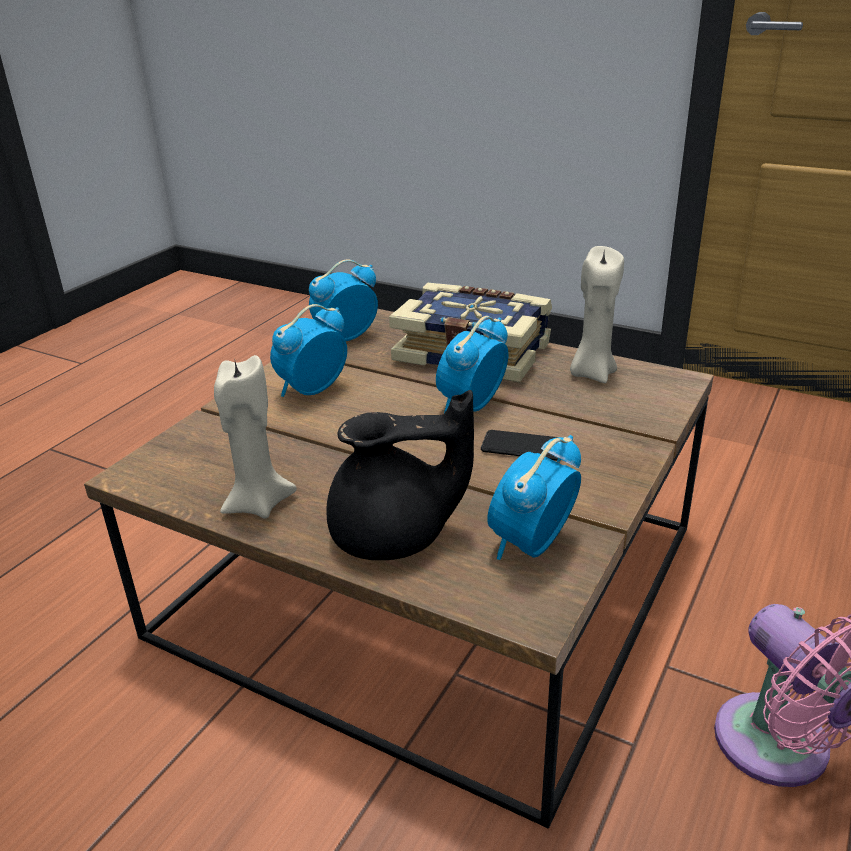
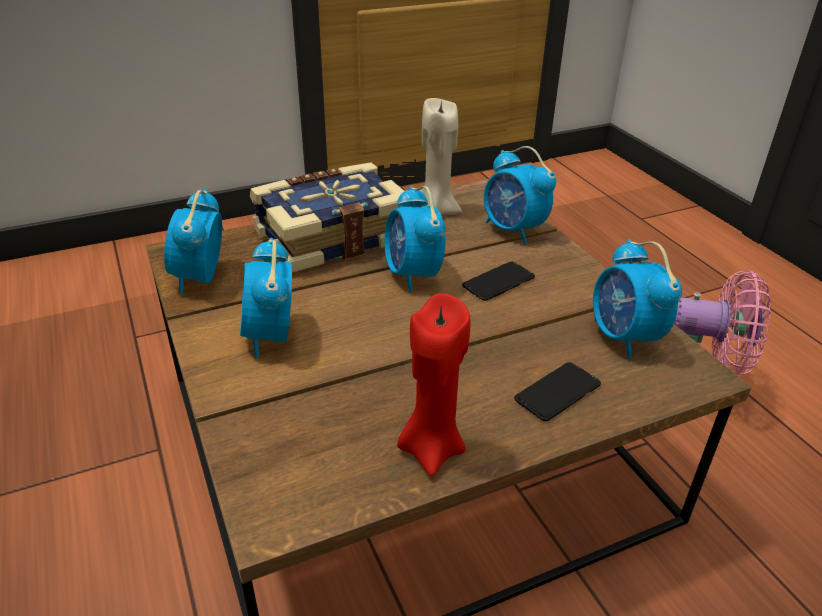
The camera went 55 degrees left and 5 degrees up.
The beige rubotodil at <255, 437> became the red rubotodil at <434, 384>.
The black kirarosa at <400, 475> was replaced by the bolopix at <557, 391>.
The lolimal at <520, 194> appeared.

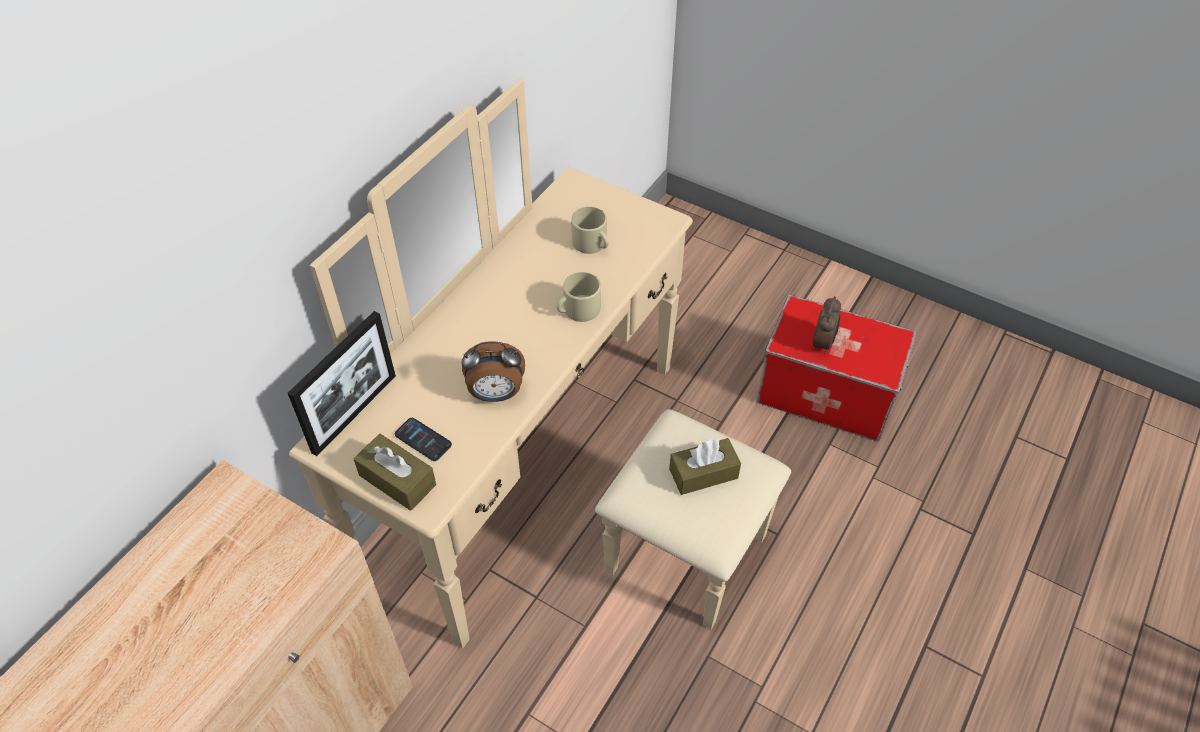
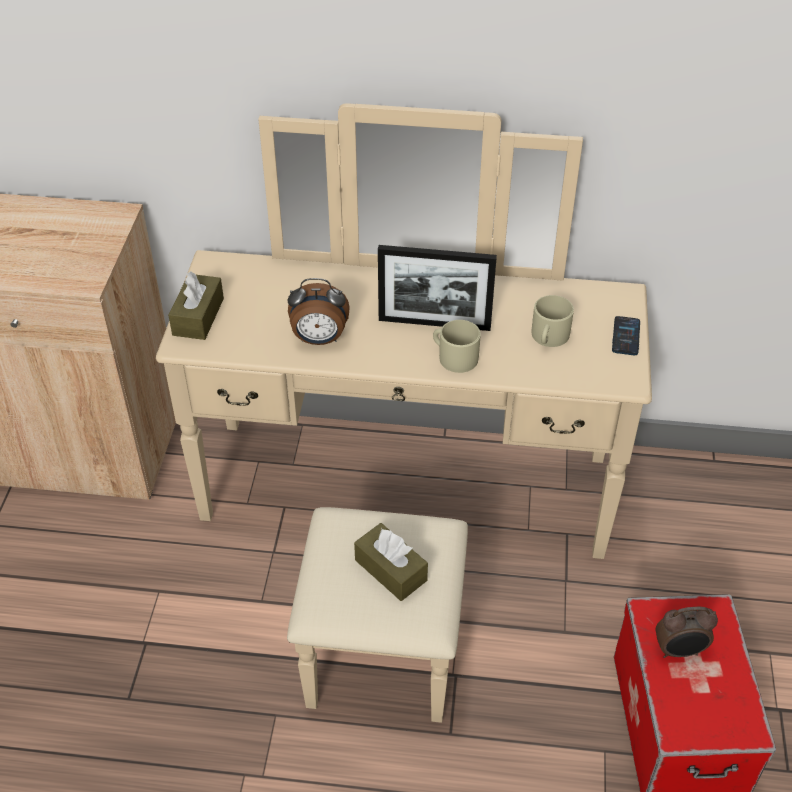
The camera went 65 degrees right and 5 degrees down.
The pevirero moved from <342, 383> to <437, 288>.
The lolimal at <493, 371> turned 60 degrees counterclockwise.
The bolopix moved from <423, 439> to <626, 335>.

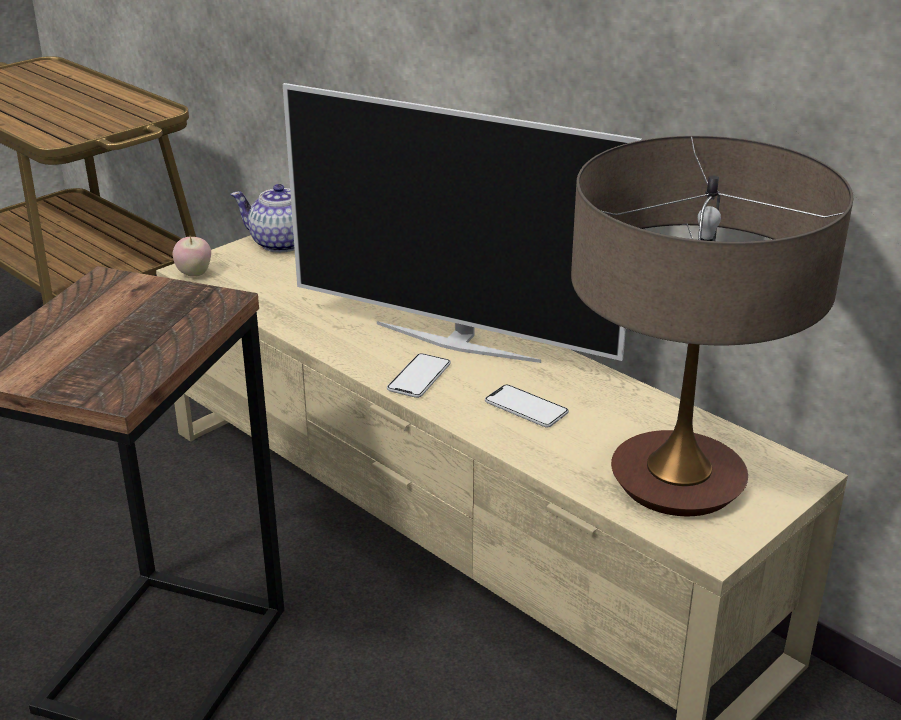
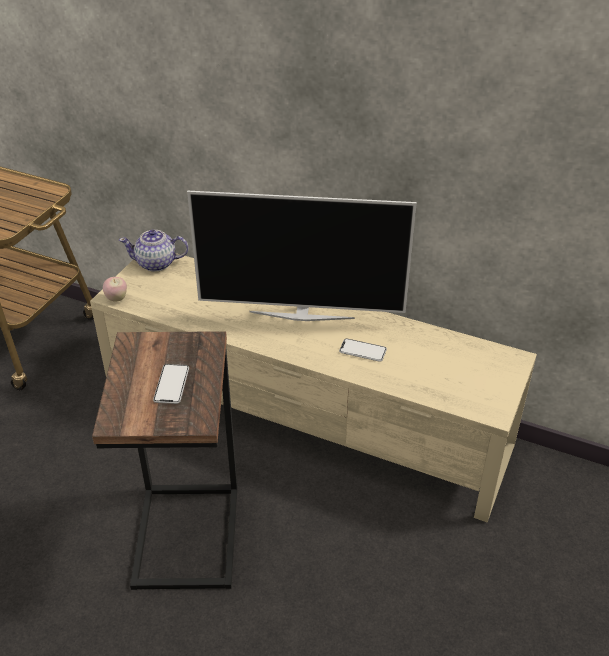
The camera went 20 degrees left and 10 degrees up.
The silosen at <712, 326> disappeared.
The bolopix moved from <419, 375> to <171, 384>.

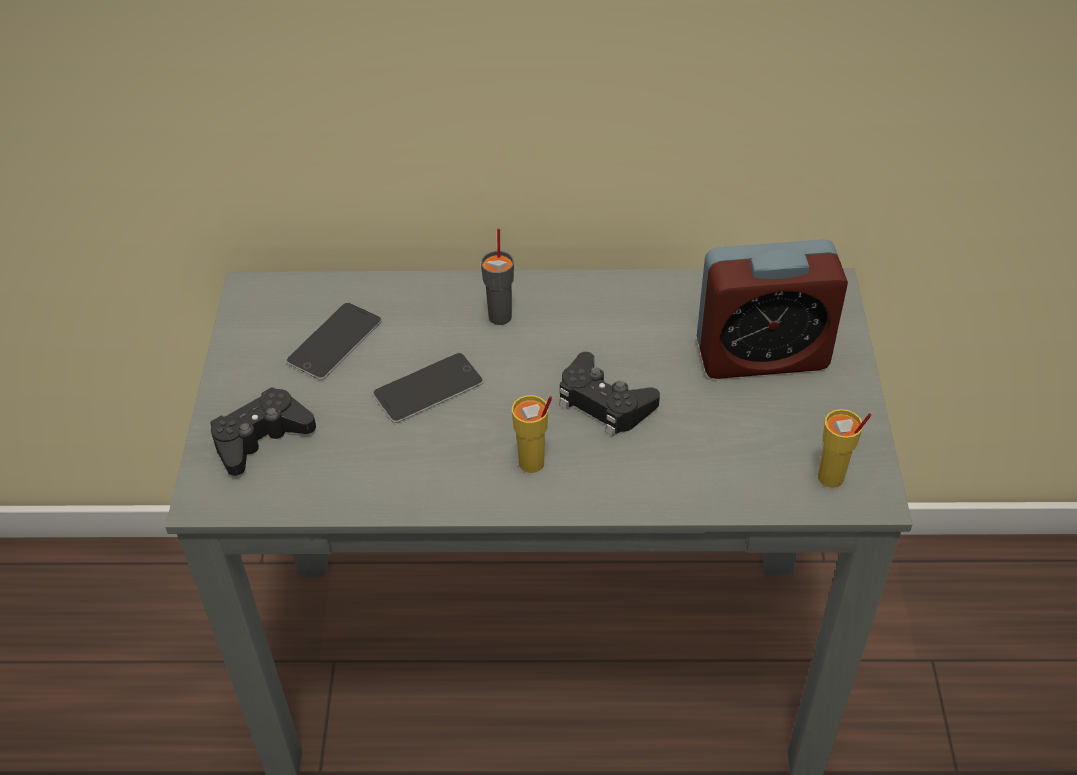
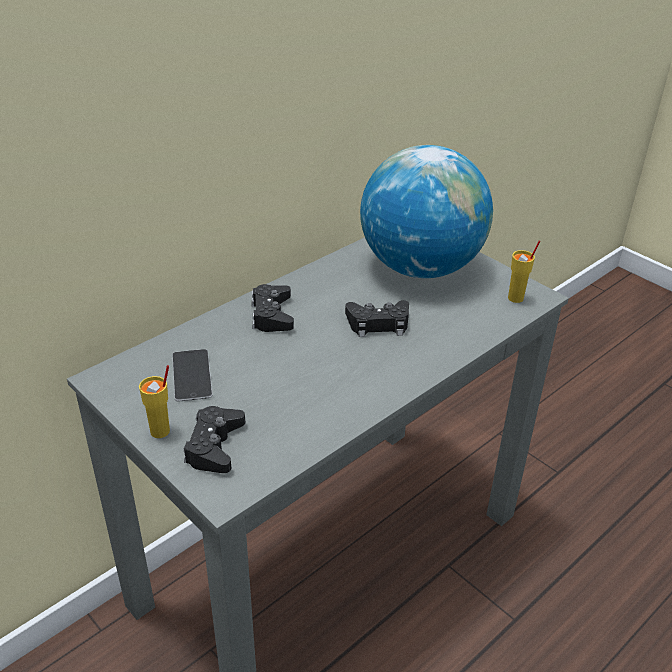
The camera went 45 degrees left and 10 degrees down.
The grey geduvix at <497, 277> was replaced by the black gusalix at <273, 308>.
The lolimal at <772, 309> was replaced by the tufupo at <426, 211>.
The bolopix at <428, 388> disappeared.
The yellow geduvix moved from <532, 434> to <154, 401>.

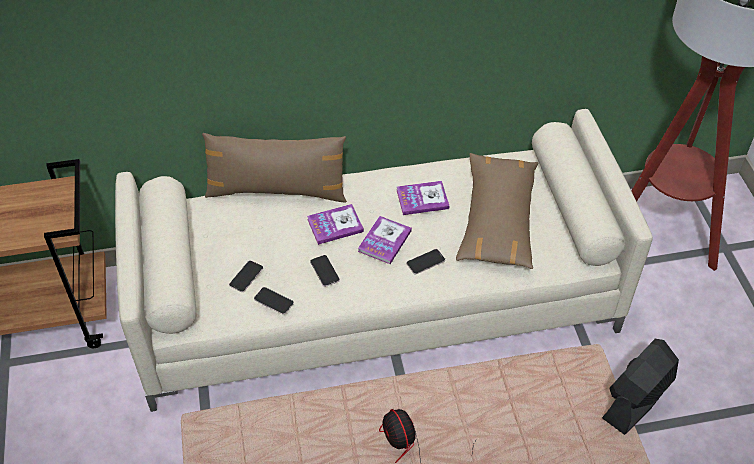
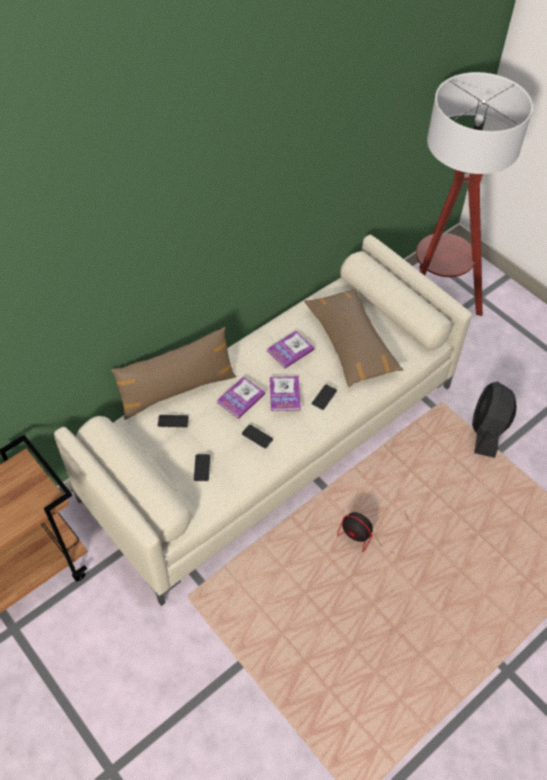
The camera went 30 degrees left and 5 degrees up.
The bolopix moved from <274, 301> to <173, 421>.

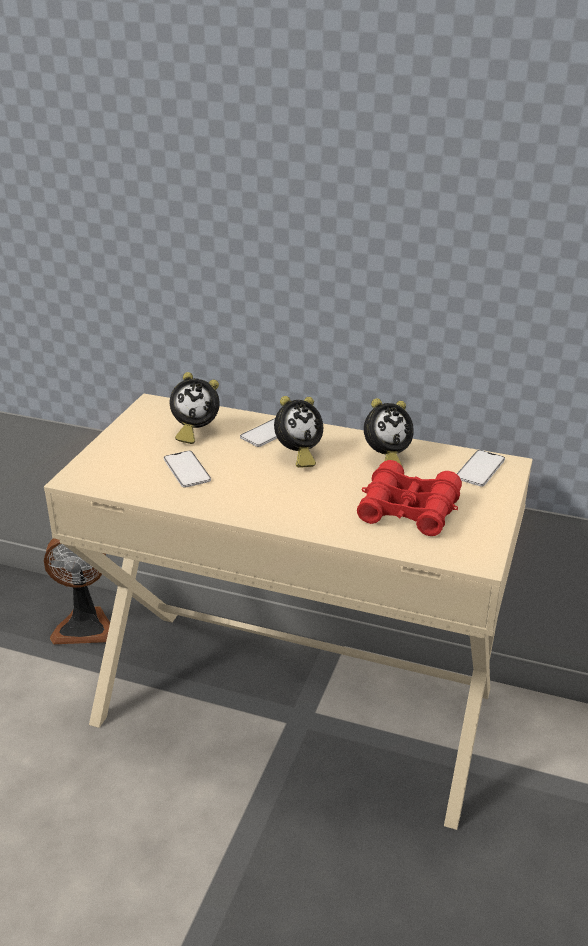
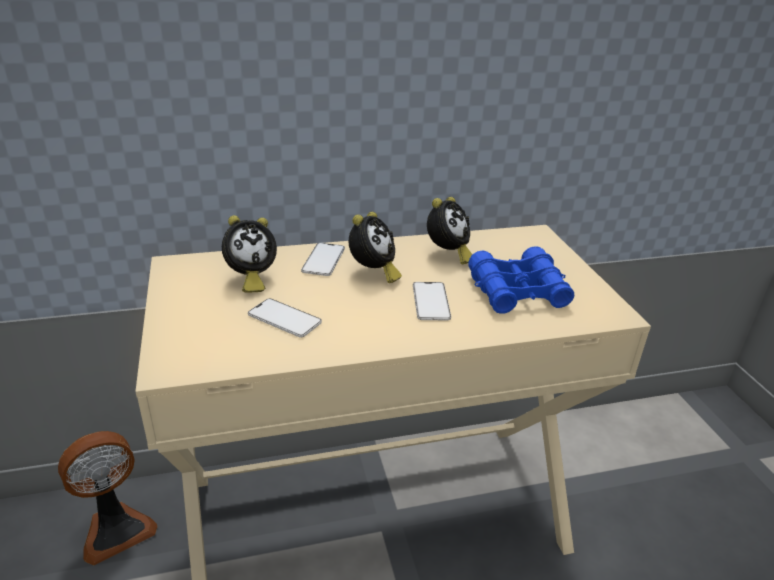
The camera went 35 degrees left and 0 degrees up.
The bolopix moved from <481, 468> to <432, 301>.
The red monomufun at <409, 498> became the blue monomufun at <521, 280>.

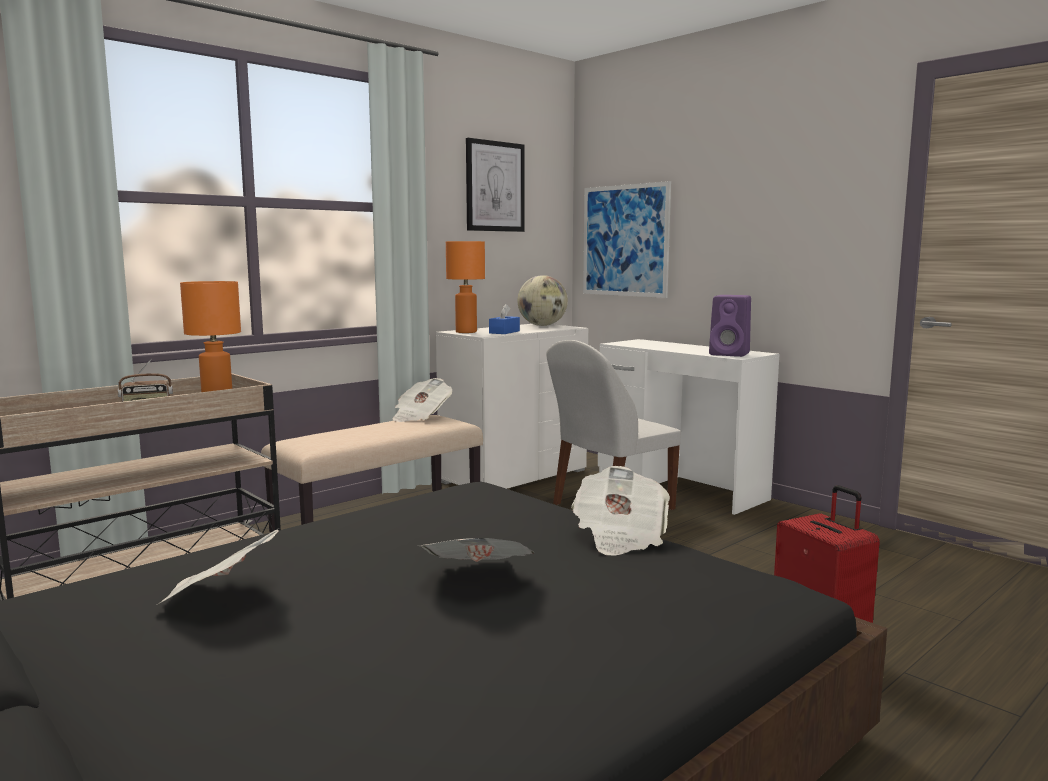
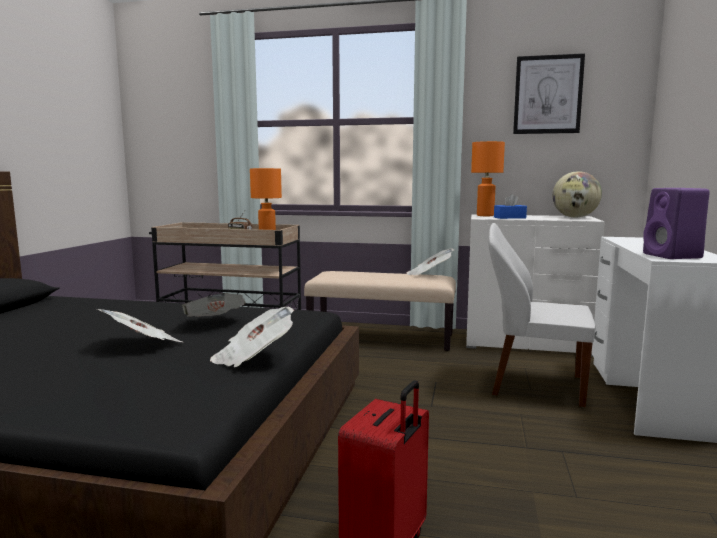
The camera went 55 degrees right and 0 degrees up.
The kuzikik at <627, 239> disappeared.
The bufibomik moved from <218, 566> to <213, 305>.

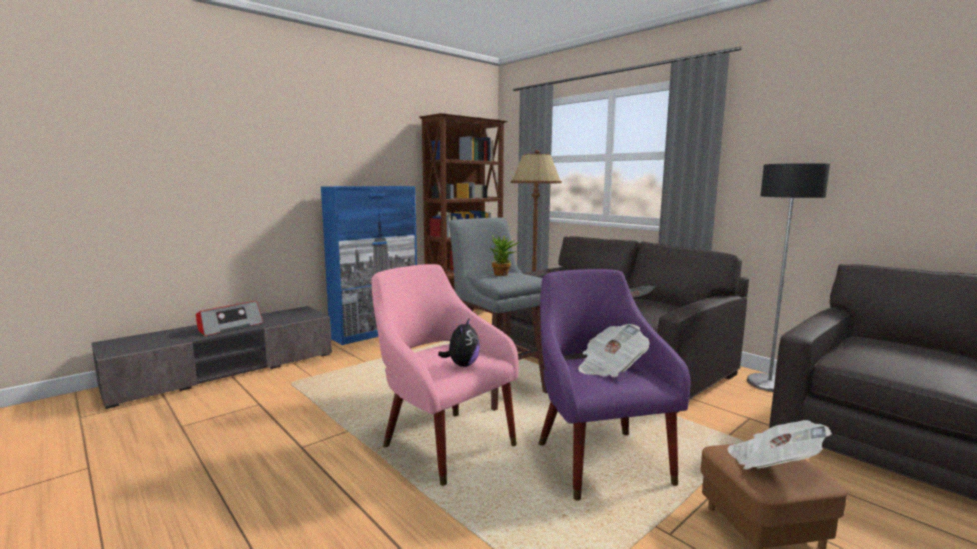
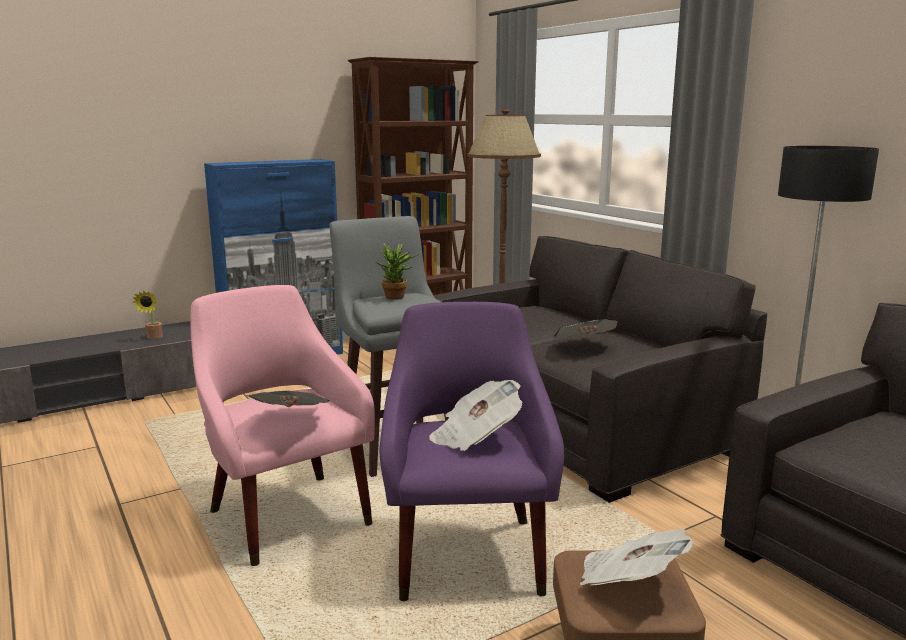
The camera went 10 degrees right and 5 degrees up.
The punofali at <230, 318> disappeared.
The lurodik at <459, 343> was replaced by the bufibomik at <287, 399>.
The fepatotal at <147, 315> appeared.

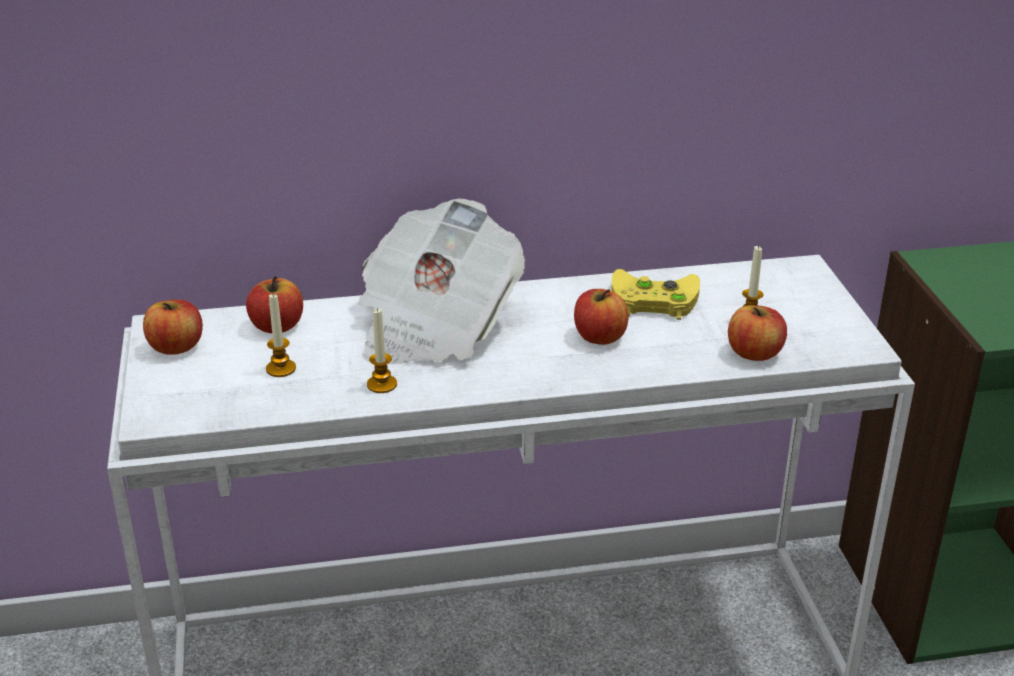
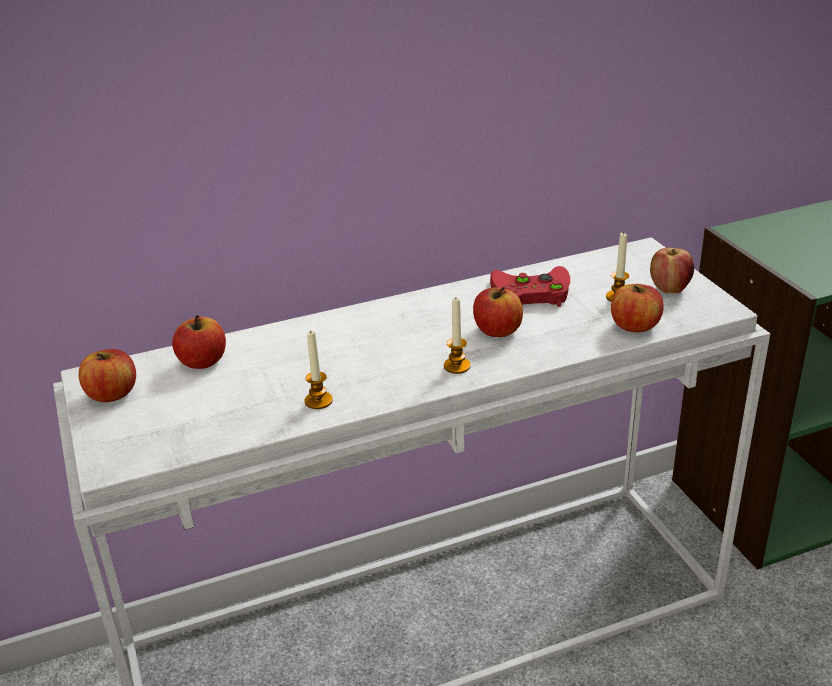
The camera went 10 degrees left and 0 degrees up.
The bufibomik at <441, 281> disappeared.
The yellow gusalix at <656, 294> became the red gusalix at <530, 286>.
The rubotodil moved from <281, 335> to <457, 336>.
The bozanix at <672, 270> appeared.

